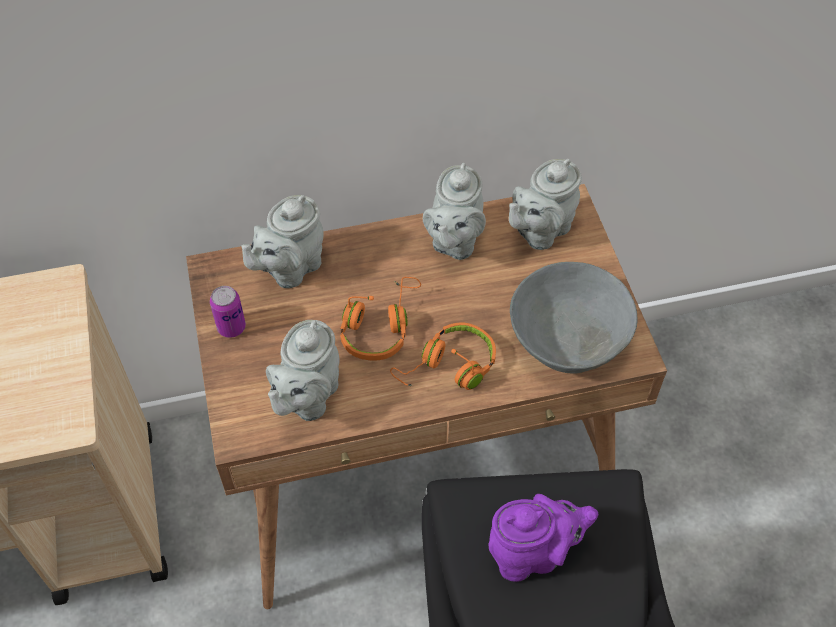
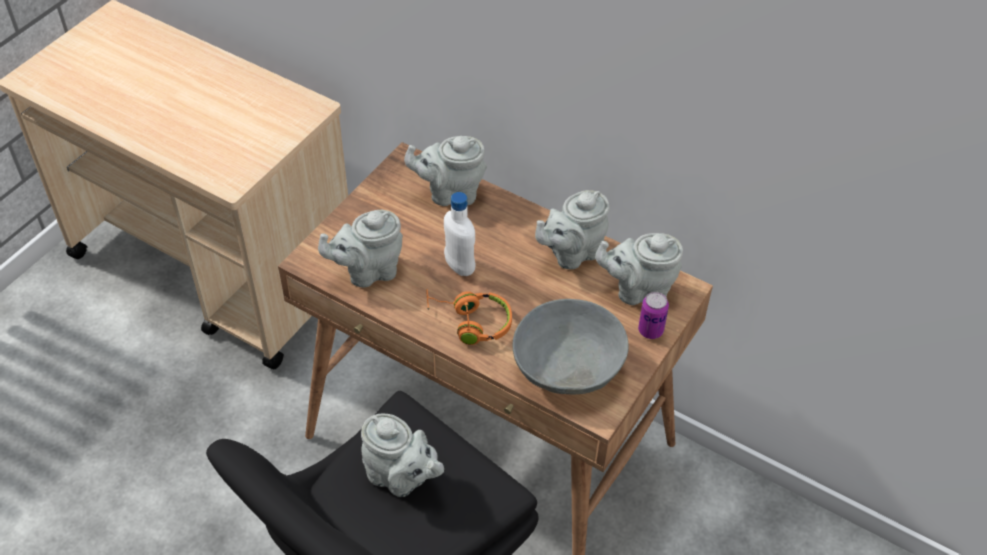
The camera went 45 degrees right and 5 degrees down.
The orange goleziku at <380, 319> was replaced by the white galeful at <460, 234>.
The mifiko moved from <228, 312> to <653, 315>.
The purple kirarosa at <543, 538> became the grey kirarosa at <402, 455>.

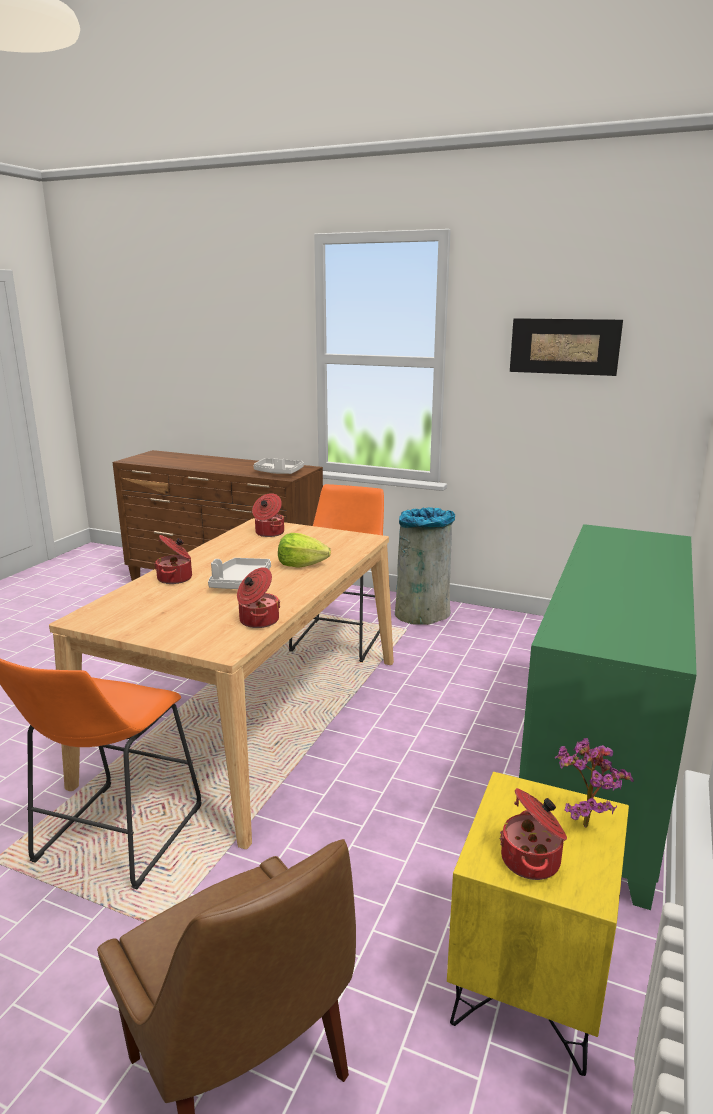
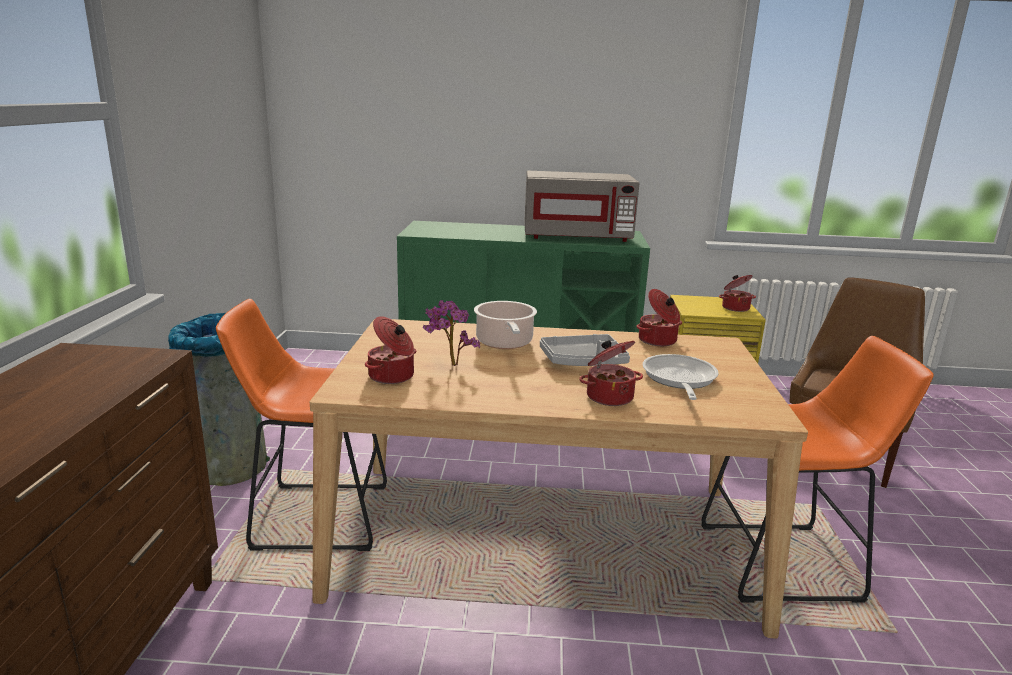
The camera went 110 degrees left and 0 degrees up.
The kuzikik at <566, 347> disappeared.
The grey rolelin at <278, 466> disappeared.
The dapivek at <304, 550> was replaced by the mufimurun at <505, 325>.
The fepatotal moved from <594, 783> to <451, 333>.
The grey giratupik at <582, 206> appeared.
The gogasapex at <681, 377> appeared.

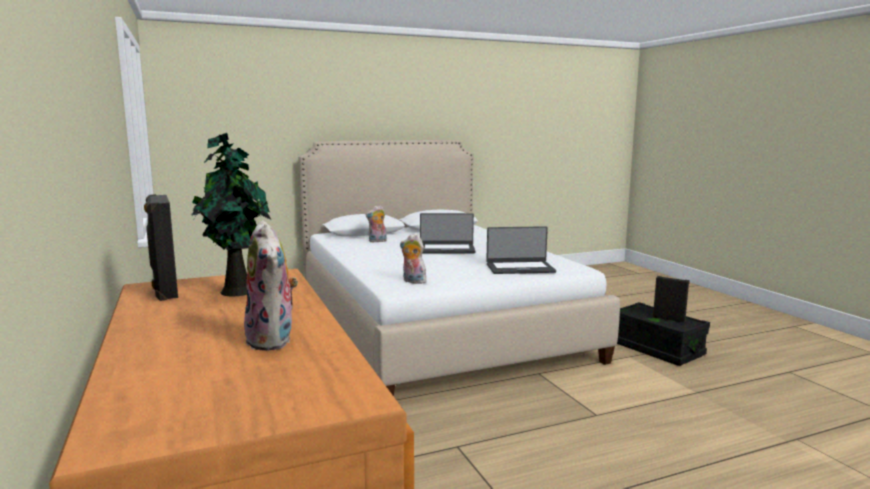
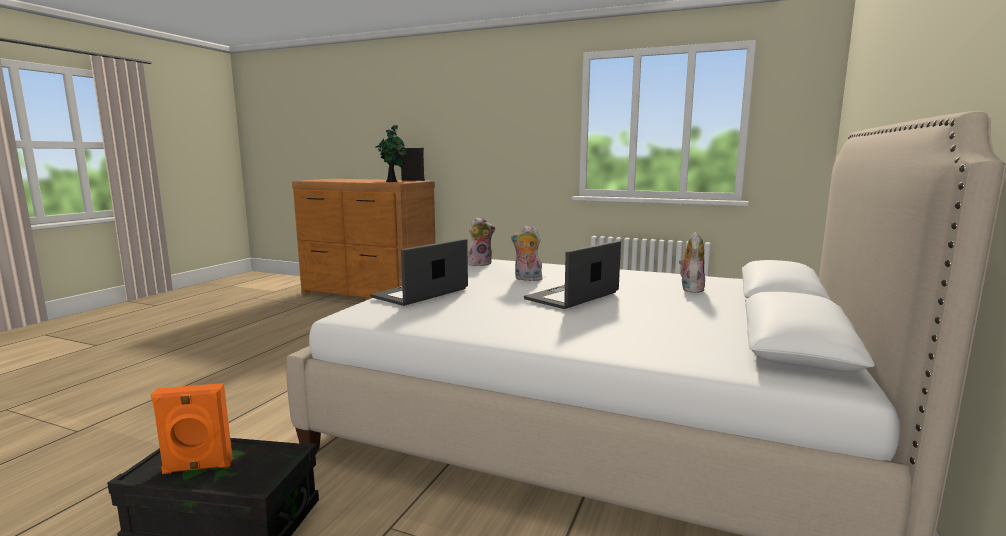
The camera went 135 degrees right and 0 degrees up.
The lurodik moved from <270, 285> to <527, 253>.
The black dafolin at <671, 299> became the orange dafolin at <192, 428>.

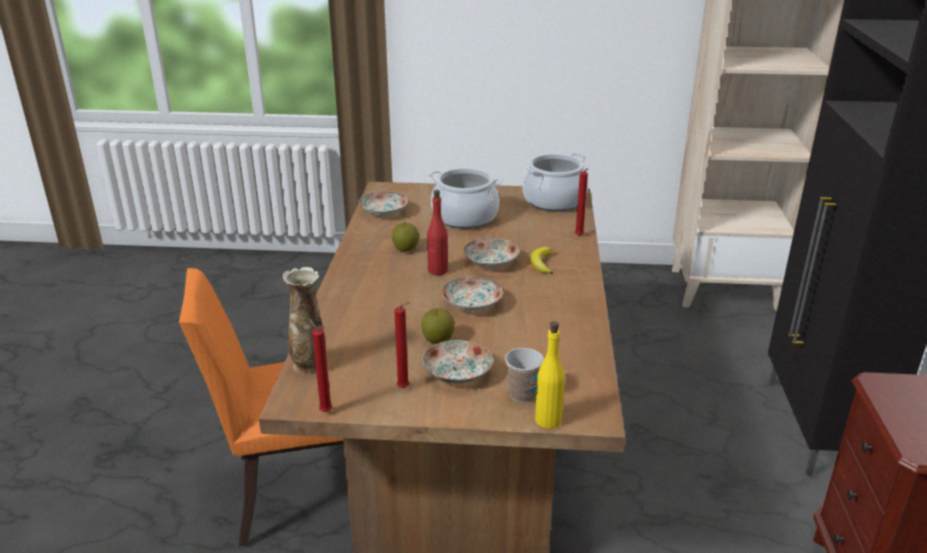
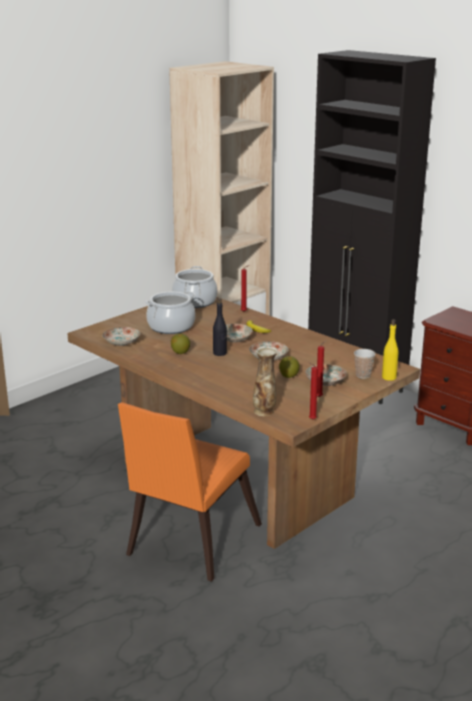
The camera went 50 degrees left and 5 degrees down.
The red galeful at <437, 232> became the black galeful at <220, 327>.

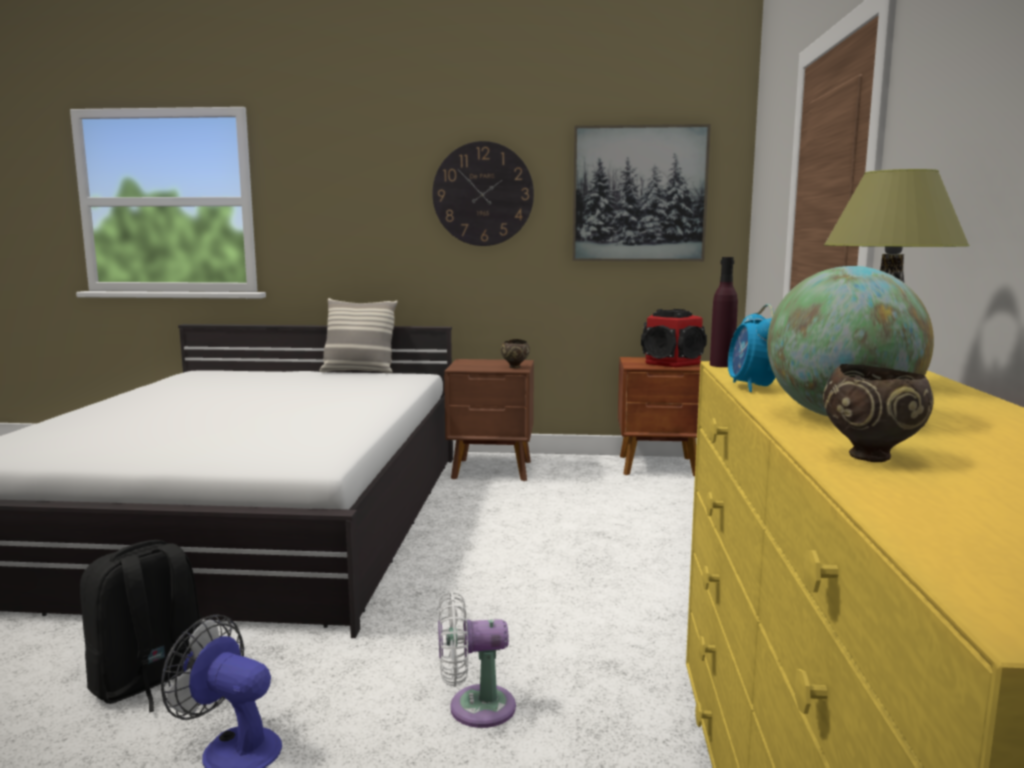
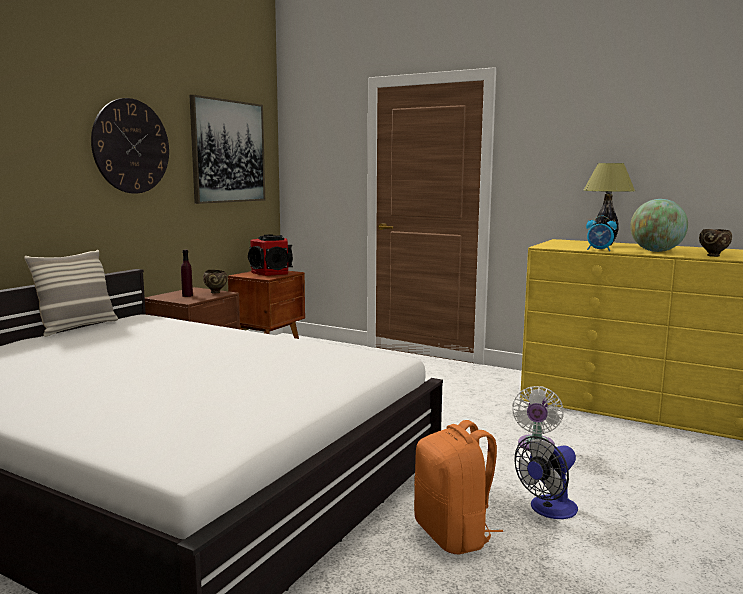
The camera went 65 degrees left and 0 degrees up.
The purple galeful moved from <724, 312> to <187, 273>.
The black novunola at <141, 626> became the orange novunola at <458, 487>.

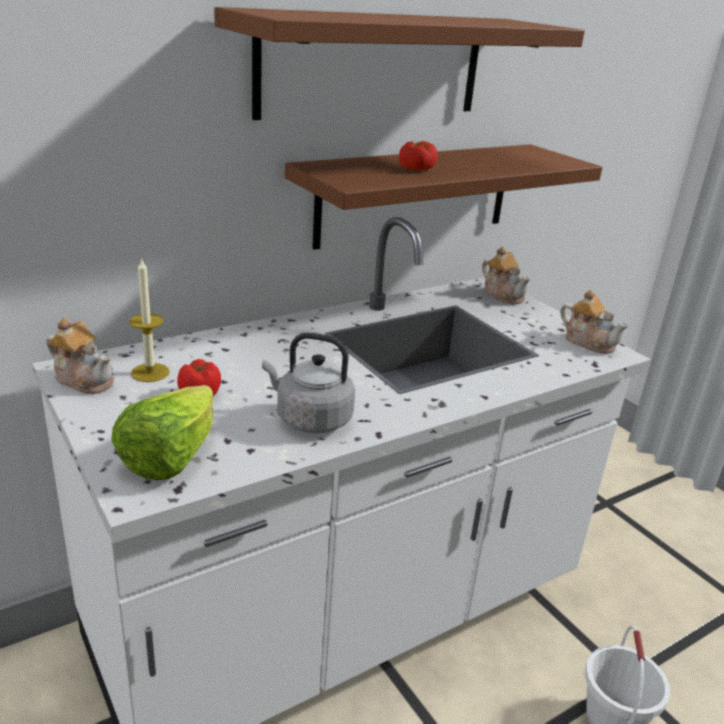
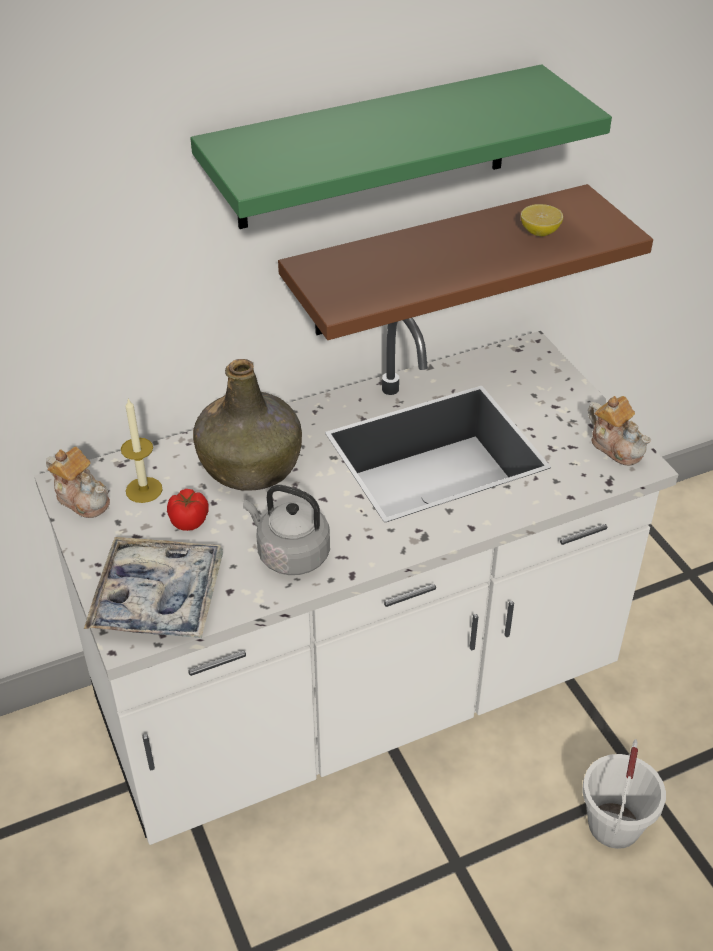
The camera went 10 degrees right and 15 degrees up.
The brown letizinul at <399, 63> became the green letizinul at <401, 146>.
The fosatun at <418, 156> disappeared.
The kirarosa at <506, 275> disappeared.
The dapivek at <162, 432> was replaced by the rolelin at <153, 587>.
The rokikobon at <542, 220> appeared.
The green galeful at <247, 425> appeared.

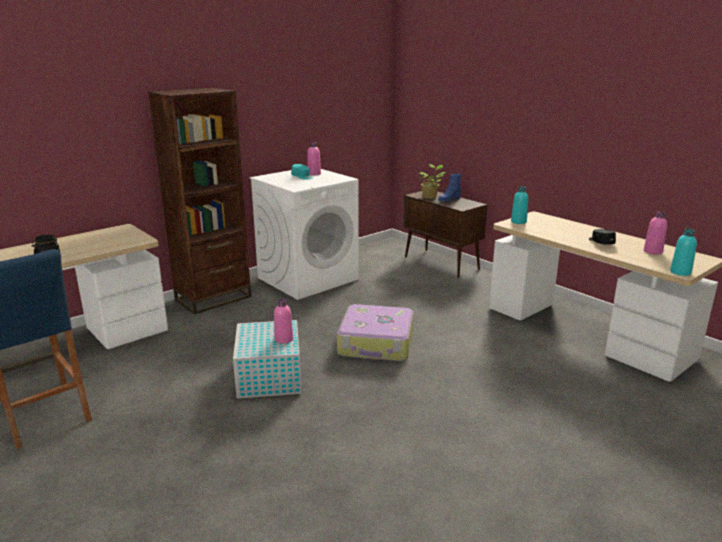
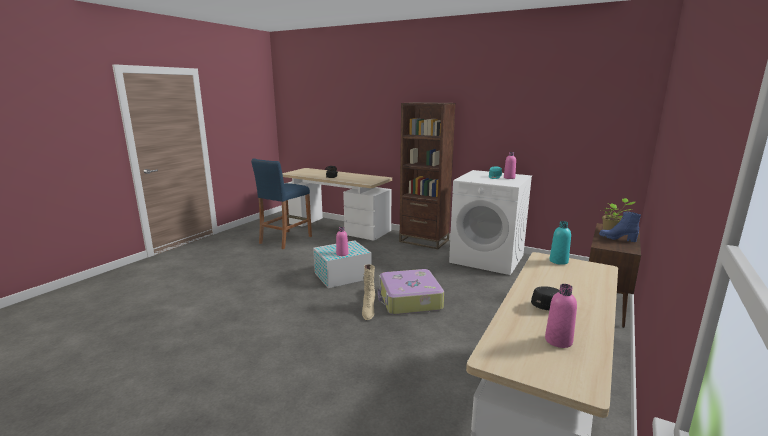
The camera went 70 degrees right and 5 degrees down.
The turquoise galeful at <683, 252> disappeared.
The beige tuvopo at <368, 292> appeared.

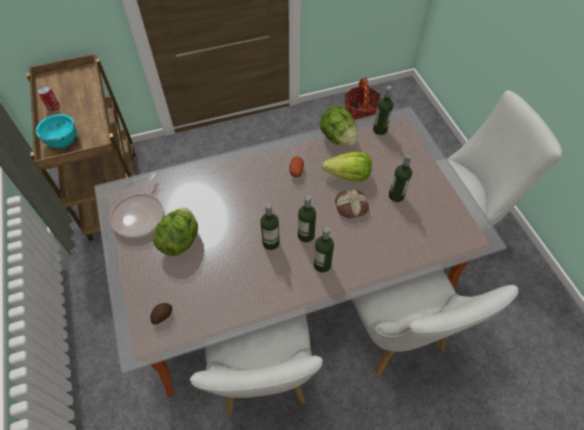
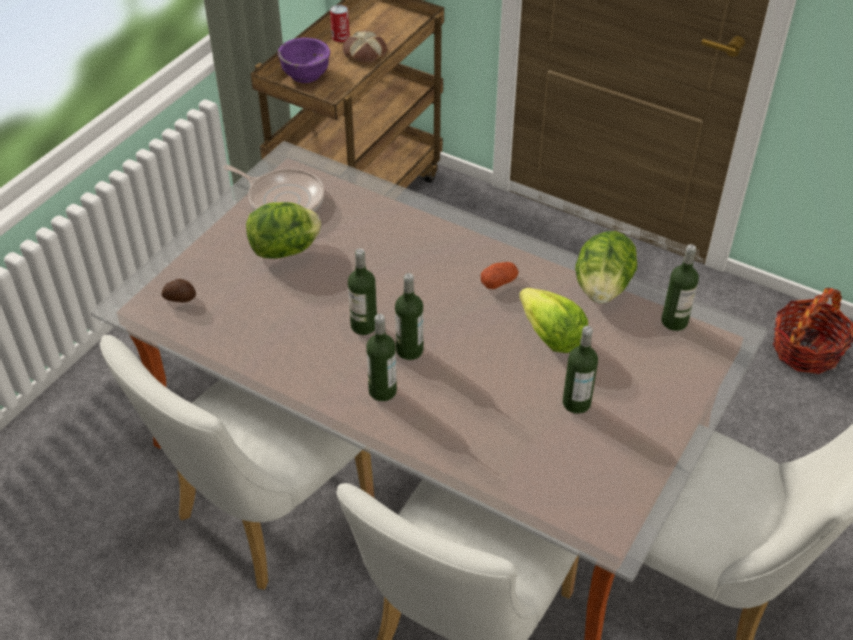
The camera went 50 degrees right and 10 degrees down.
The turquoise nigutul at <56, 131> became the purple nigutul at <304, 60>.
The gogasapex at <137, 205> turned 120 degrees counterclockwise.
The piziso moved from <352, 204> to <365, 47>.

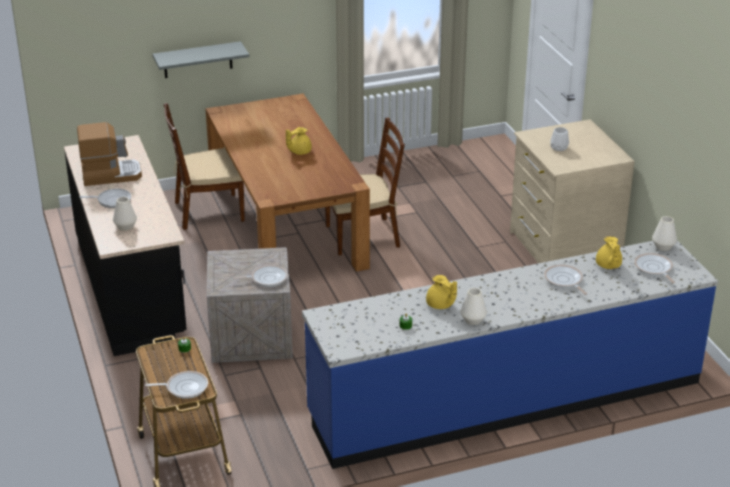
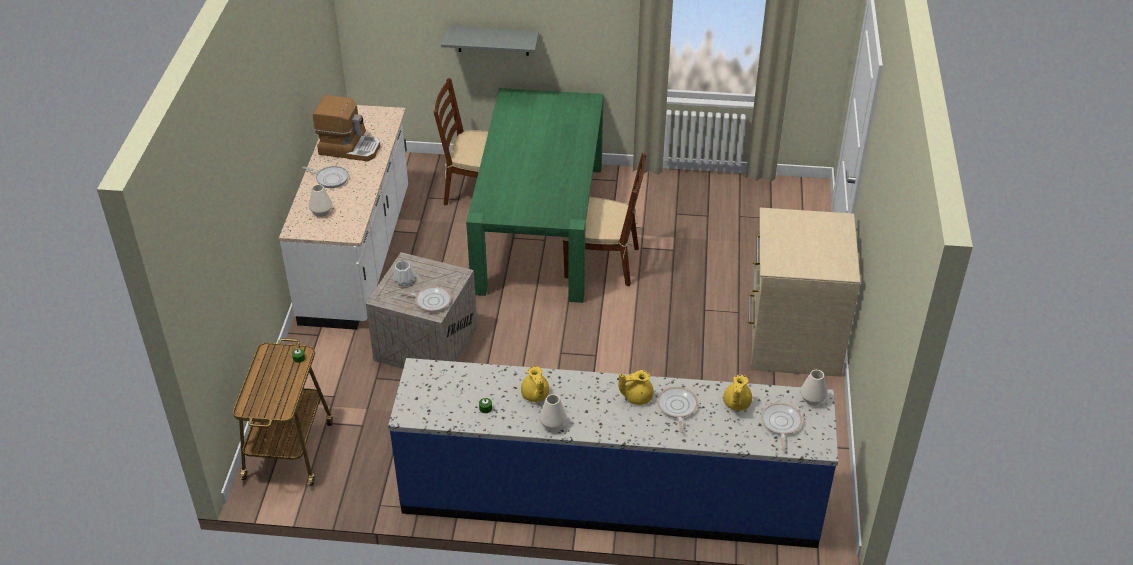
The camera went 25 degrees right and 10 degrees up.
The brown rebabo at <287, 183> became the green rebabo at <535, 195>.
The yellow kirarosa moved from <299, 141> to <636, 387>.
The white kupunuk moved from <559, 139> to <404, 273>.
The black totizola at <125, 245> became the white totizola at <343, 217>.
The gogasapex at <176, 385> disappeared.

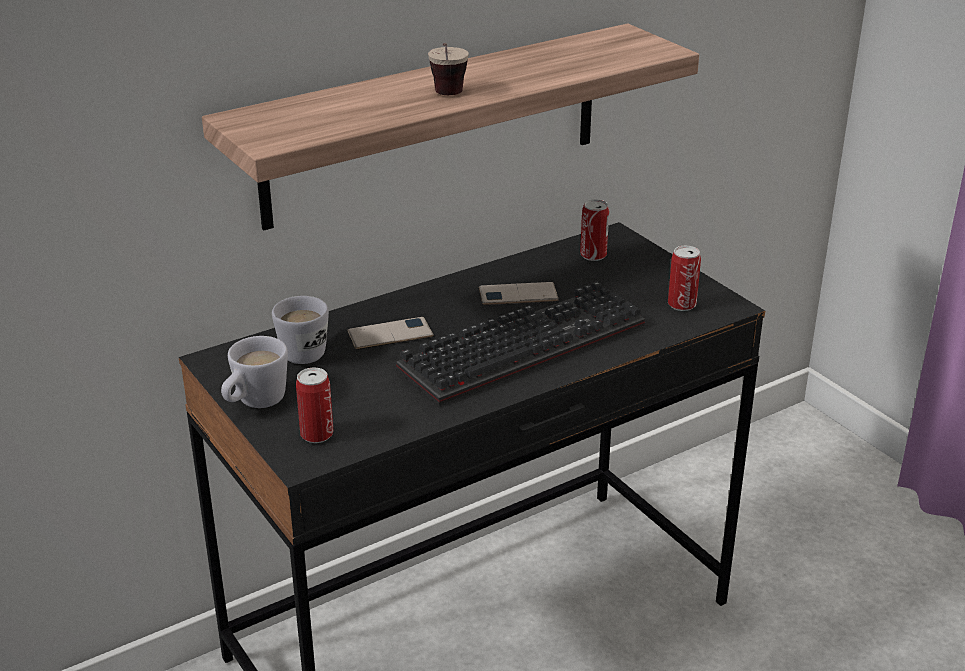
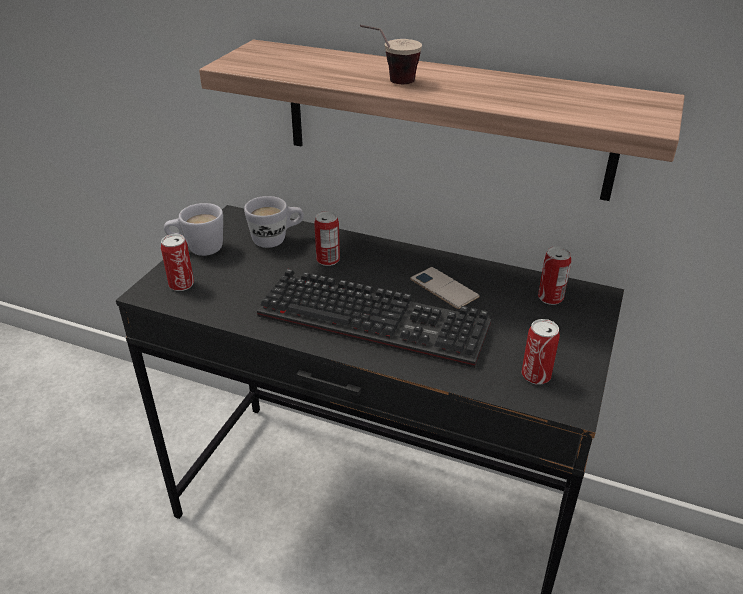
The camera went 55 degrees right and 5 degrees up.
The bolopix at <390, 333> was replaced by the mifiko at <327, 238>.

